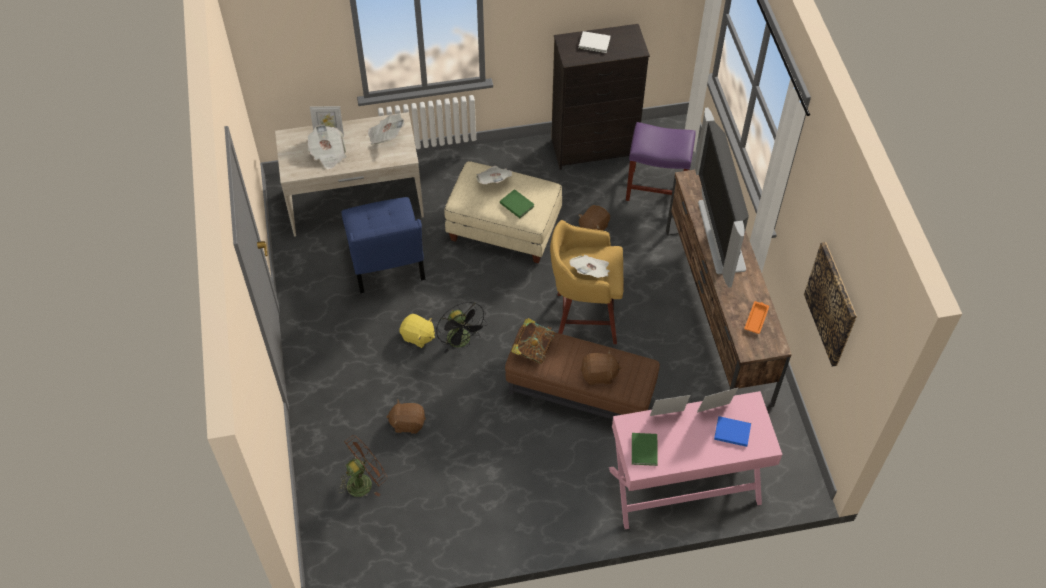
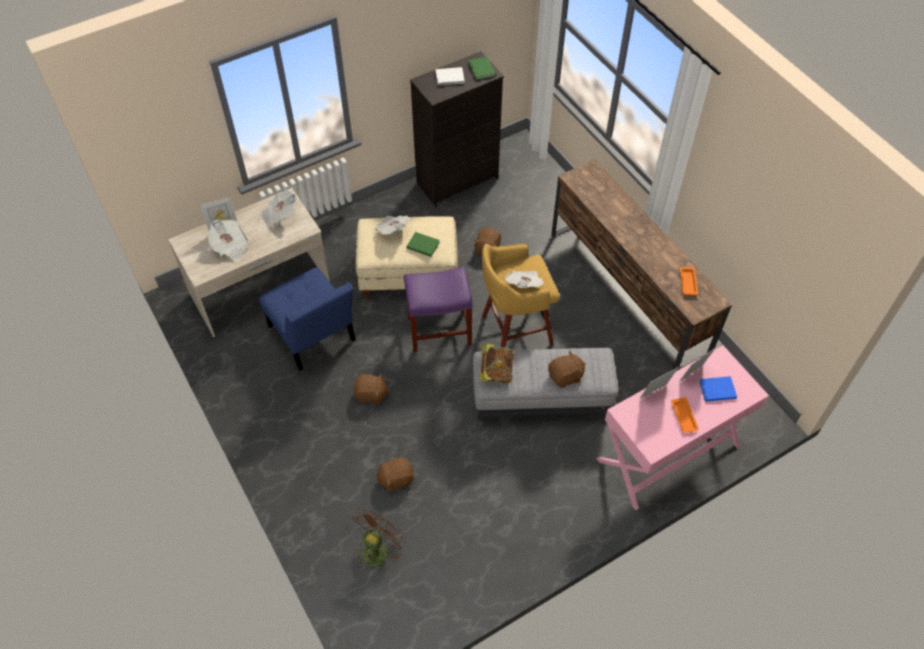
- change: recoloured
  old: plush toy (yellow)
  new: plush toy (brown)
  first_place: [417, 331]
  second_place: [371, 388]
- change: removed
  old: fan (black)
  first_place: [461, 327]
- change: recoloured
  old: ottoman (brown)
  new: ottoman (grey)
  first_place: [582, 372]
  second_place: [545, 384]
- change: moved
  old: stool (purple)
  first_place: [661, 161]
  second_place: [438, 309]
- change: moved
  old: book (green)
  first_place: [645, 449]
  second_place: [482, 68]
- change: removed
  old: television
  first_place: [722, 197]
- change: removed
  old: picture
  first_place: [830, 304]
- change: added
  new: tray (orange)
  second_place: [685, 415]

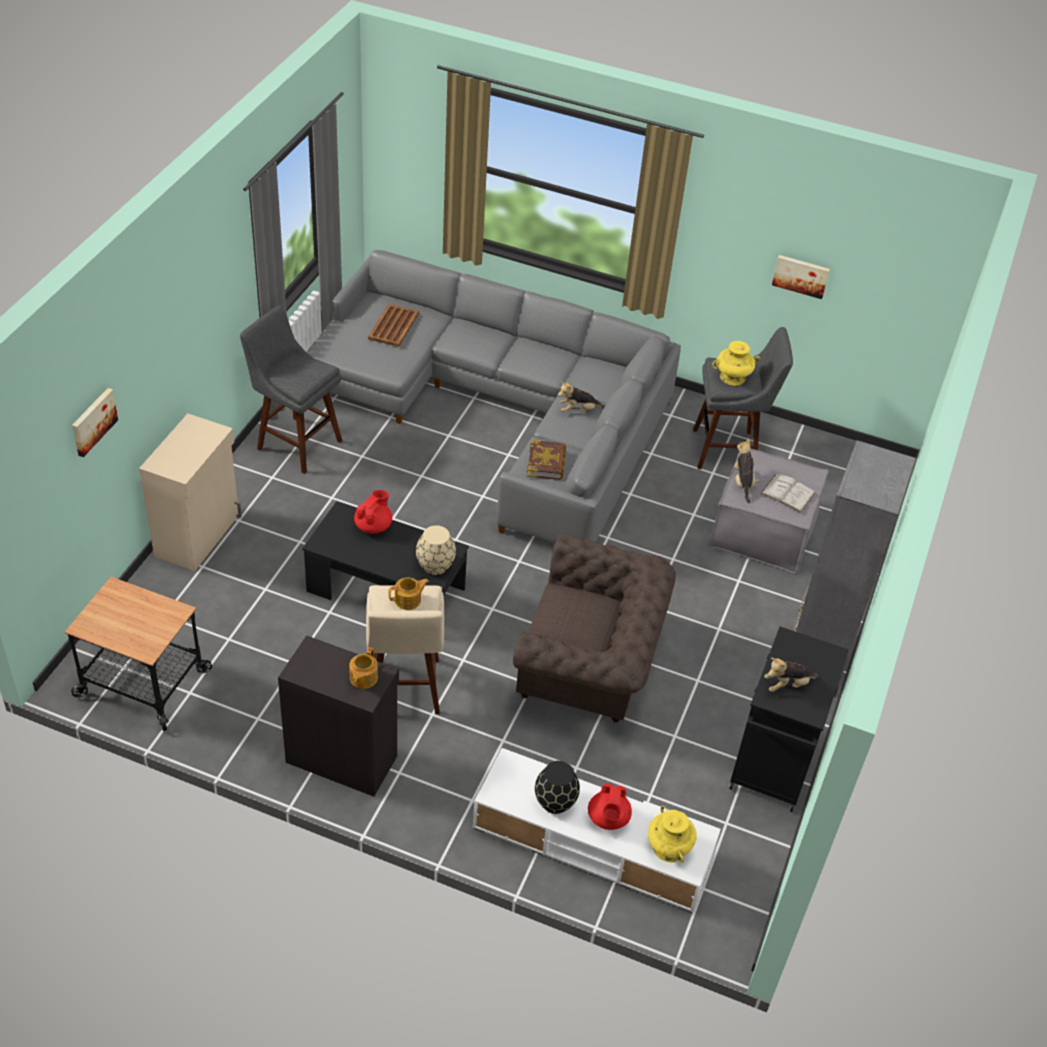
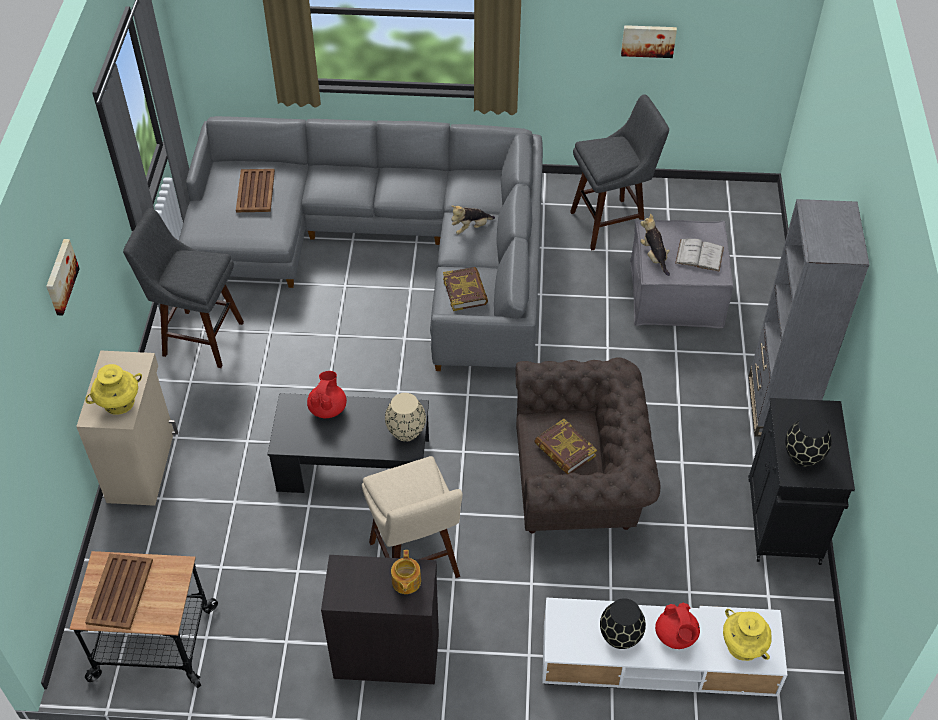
- change: moved
  old: picture
  first_place: [95, 422]
  second_place: [63, 277]
- change: removed
  old: teapot
  first_place: [408, 594]
- change: moved
  old: vase (yellow)
  first_place: [736, 363]
  second_place: [113, 389]
- change: replaced
  old: plush toy
  new: vase (black)
  first_place: [791, 675]
  second_place: [808, 440]
- change: added
  new: tray (brown)
  second_place: [119, 592]
- change: added
  new: book
  second_place: [565, 446]

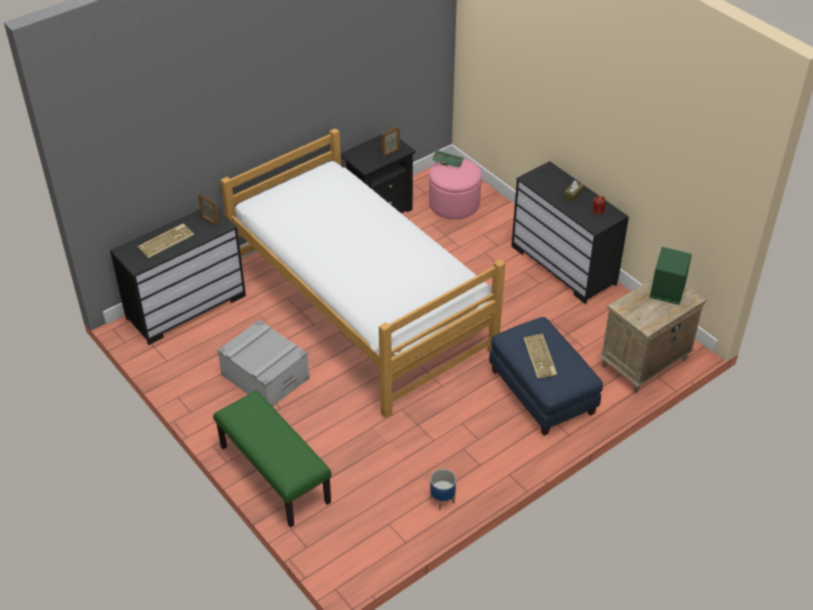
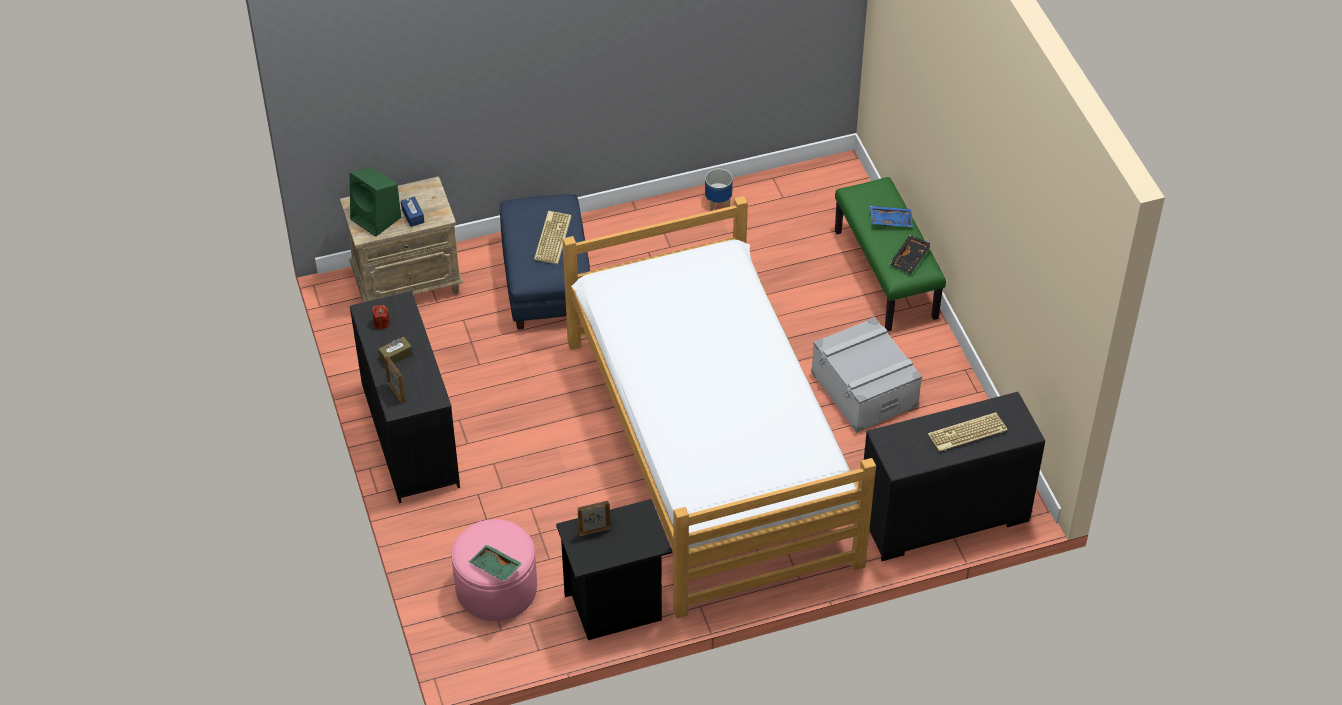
- change: moved
  old: picture frame
  first_place: [208, 209]
  second_place: [394, 379]
- change: added
  new: tissue box (blue)
  second_place: [413, 212]
- change: added
  new: tray (blue)
  second_place: [891, 216]
- change: added
  new: tray (black)
  second_place: [910, 254]

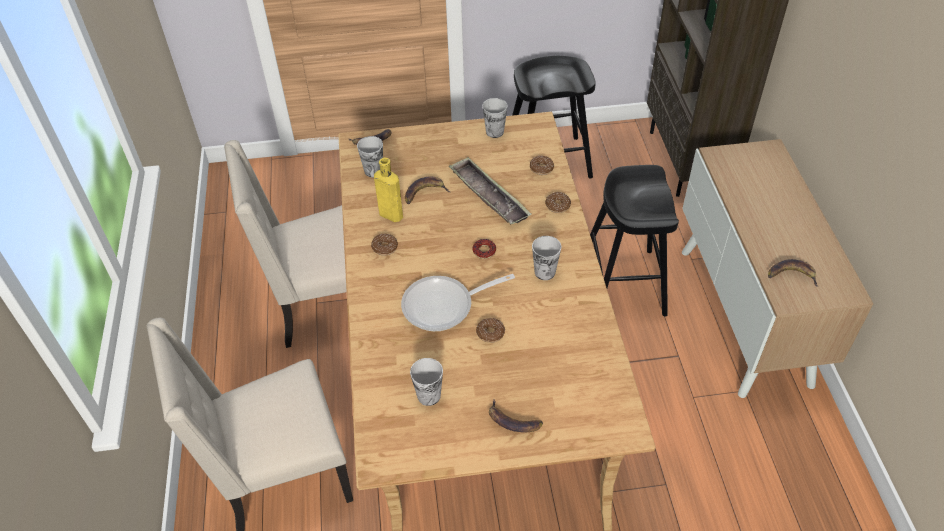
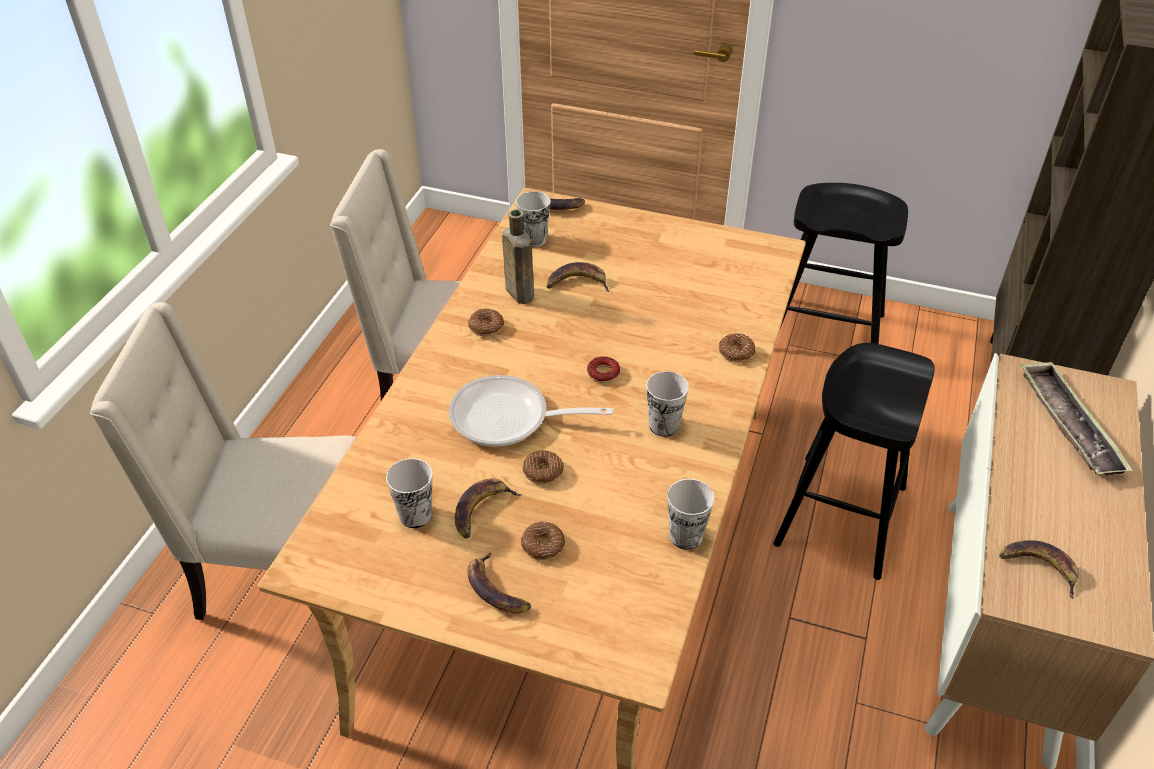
- change: recoloured
  old: bottle (yellow)
  new: bottle (brown)
  first_place: [388, 190]
  second_place: [518, 256]
- change: moved
  old: tray
  first_place: [490, 190]
  second_place: [1076, 418]
- change: moved
  old: cup
  first_place: [495, 118]
  second_place: [690, 514]
- change: moved
  old: donut
  first_place: [542, 165]
  second_place: [543, 541]
- change: added
  new: banana
  second_place: [488, 508]

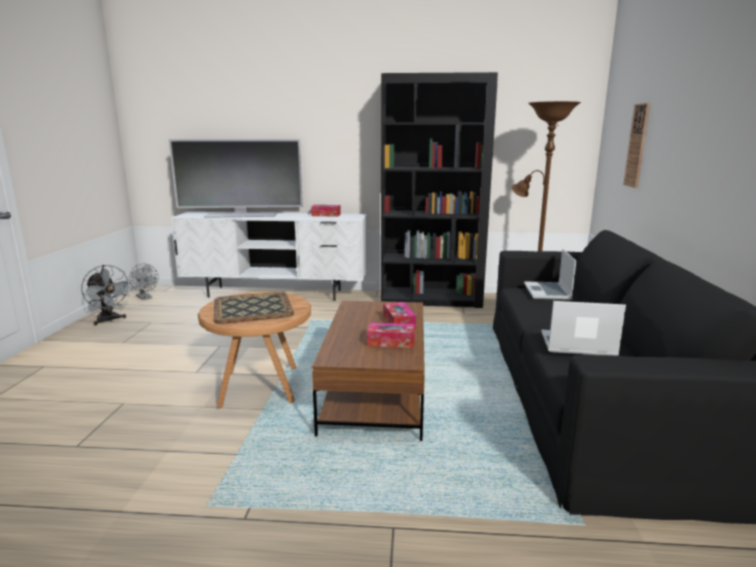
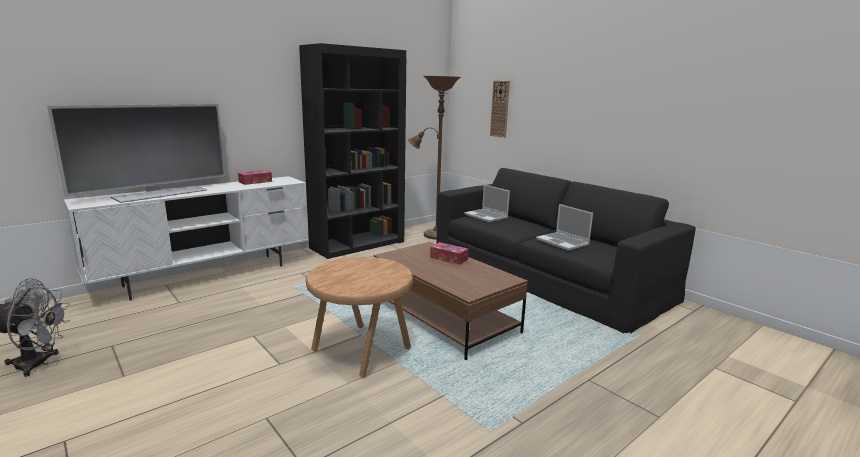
- change: removed
  old: tray
  first_place: [254, 308]
- change: removed
  old: tissue box
  first_place: [391, 335]
- change: turned
  old: laptop
  first_place: [583, 328]
  second_place: [564, 227]
  degrees: -90

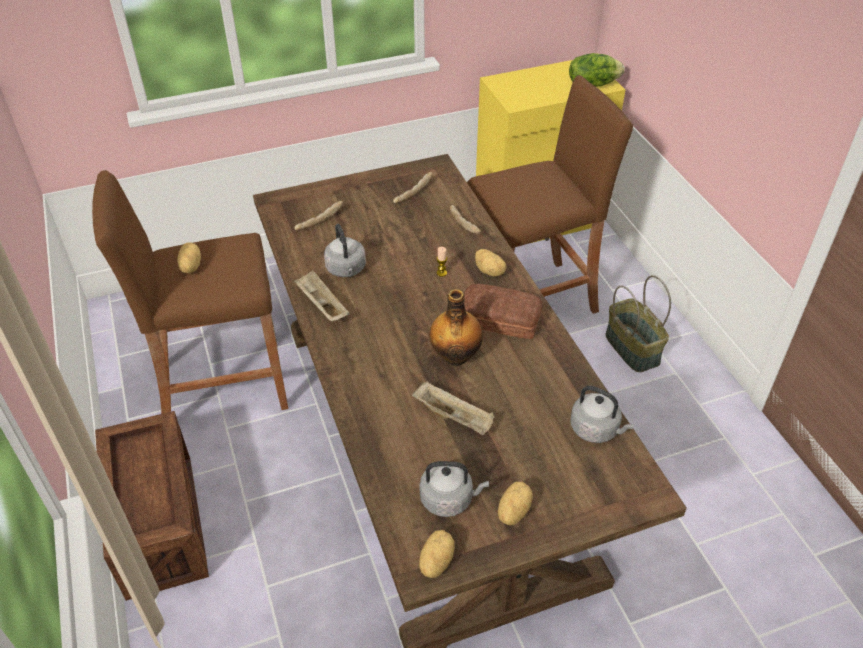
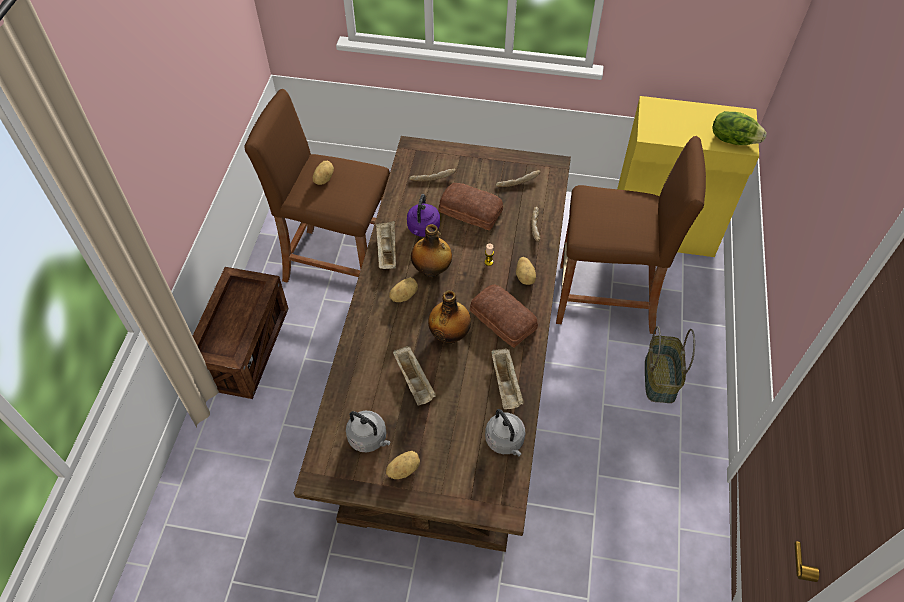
- change: recoloured
  old: kettle (grey)
  new: kettle (purple)
  first_place: [345, 250]
  second_place: [423, 215]
- change: moved
  old: potato
  first_place: [437, 554]
  second_place: [403, 290]
- change: added
  new: bottle
  second_place: [431, 250]
- change: added
  new: bread
  second_place: [471, 206]
- change: added
  new: tray (beige)
  second_place: [507, 378]

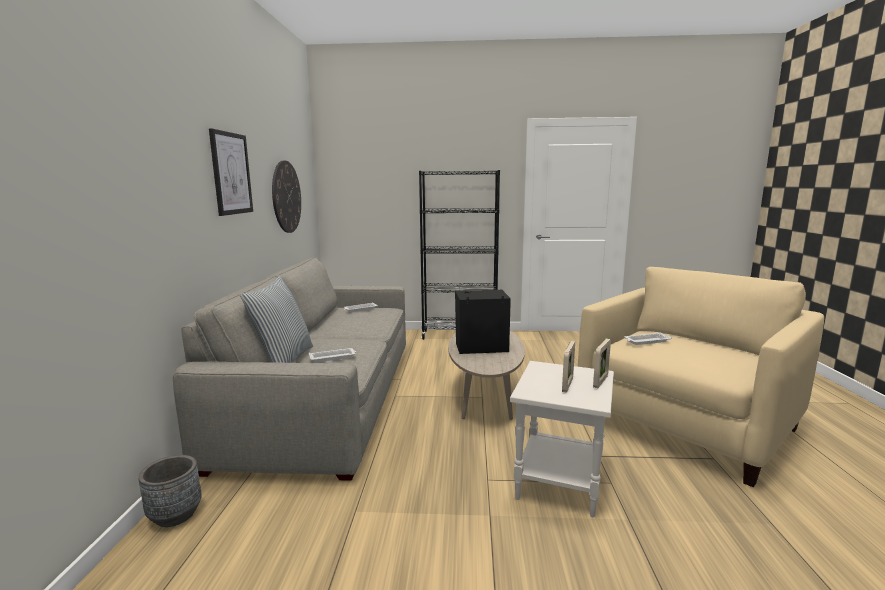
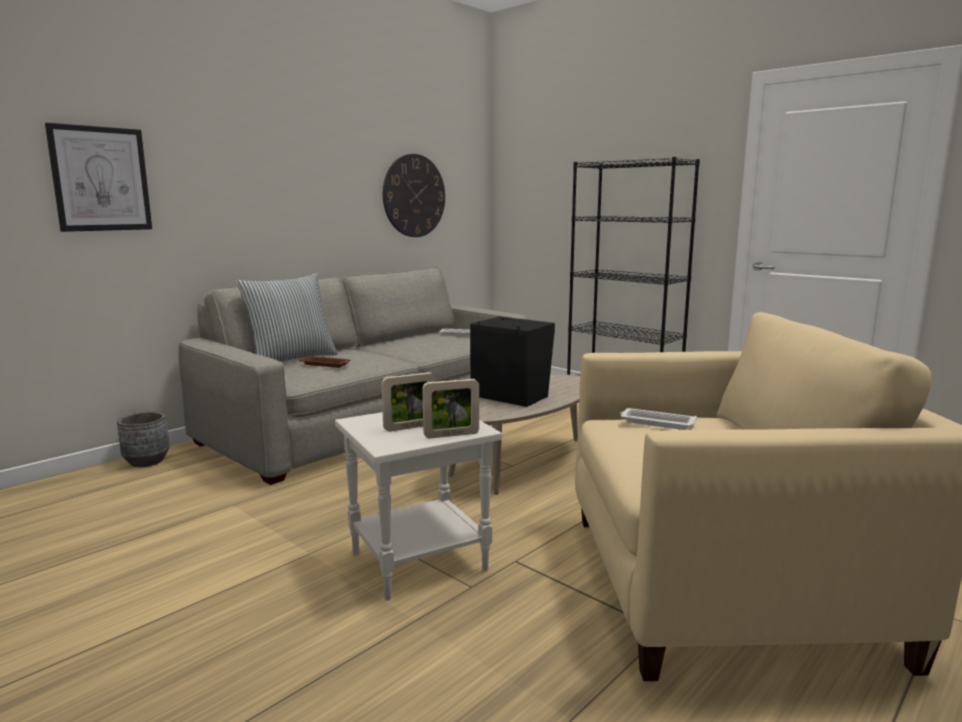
- change: moved
  old: picture
  first_place: [231, 172]
  second_place: [98, 177]
- change: recoloured
  old: tray (white)
  new: tray (brown)
  first_place: [332, 355]
  second_place: [325, 362]

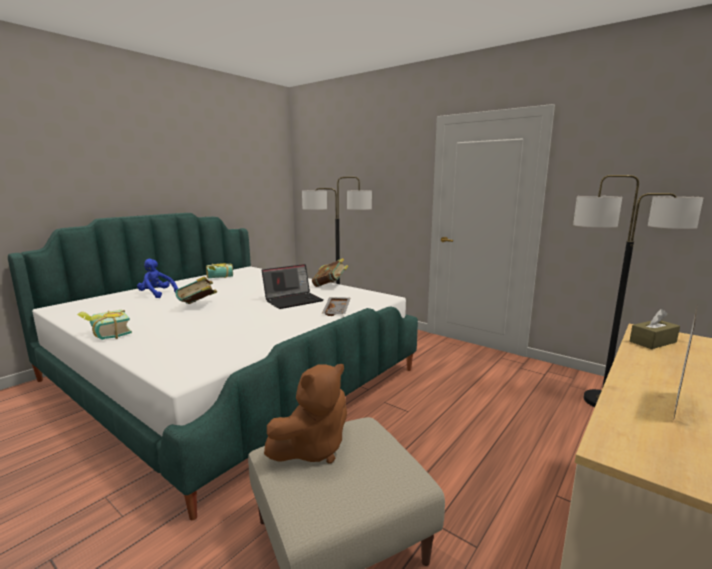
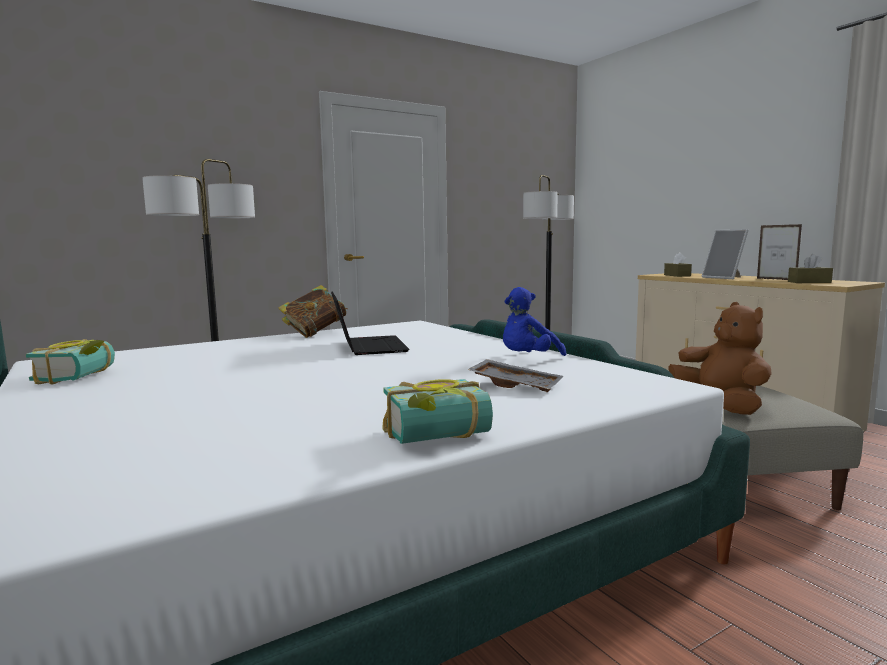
- change: moved
  old: plush toy (blue)
  first_place: [157, 278]
  second_place: [534, 321]
- change: removed
  old: book
  first_place: [196, 290]
- change: moved
  old: tray (grey)
  first_place: [336, 306]
  second_place: [515, 375]
- change: added
  new: picture frame
  second_place: [725, 254]
- change: added
  new: tissue box (brown)
  second_place: [810, 268]

